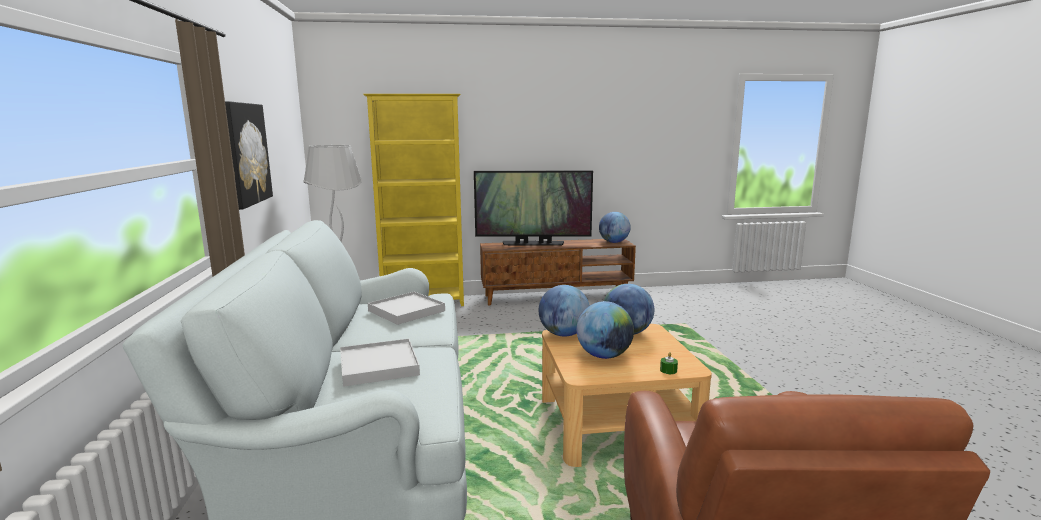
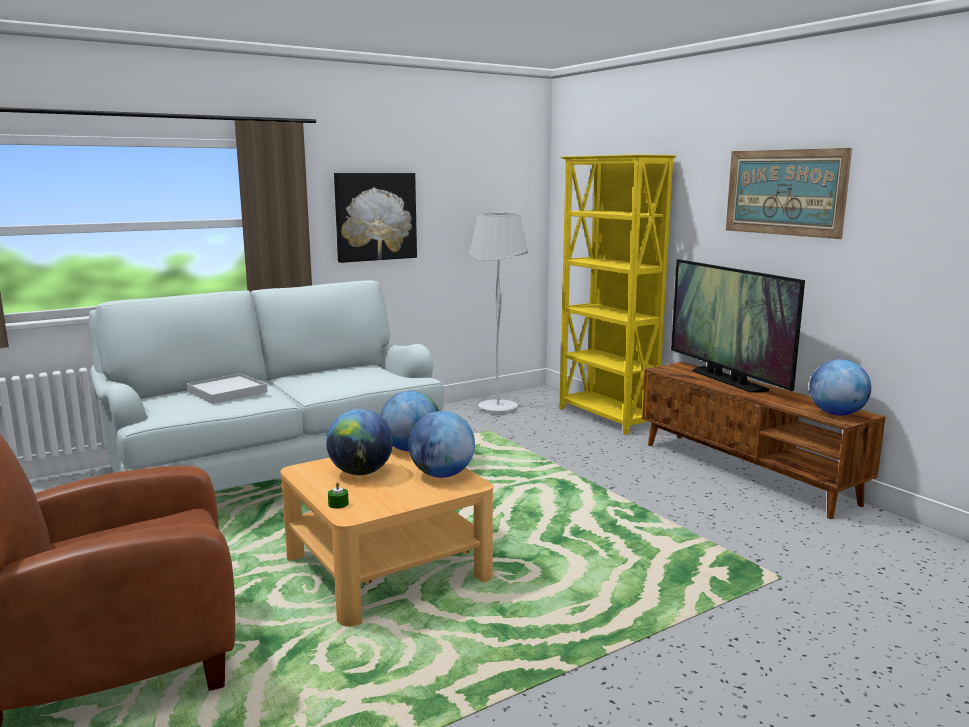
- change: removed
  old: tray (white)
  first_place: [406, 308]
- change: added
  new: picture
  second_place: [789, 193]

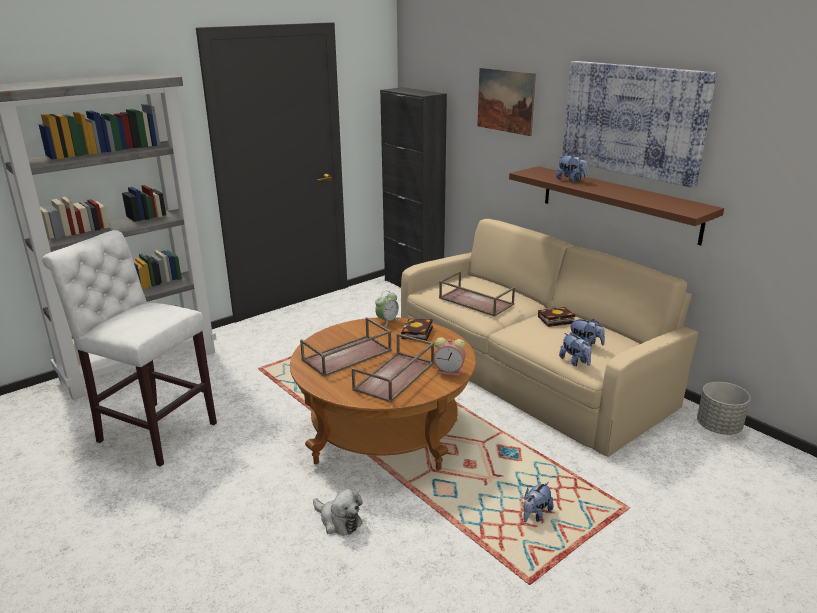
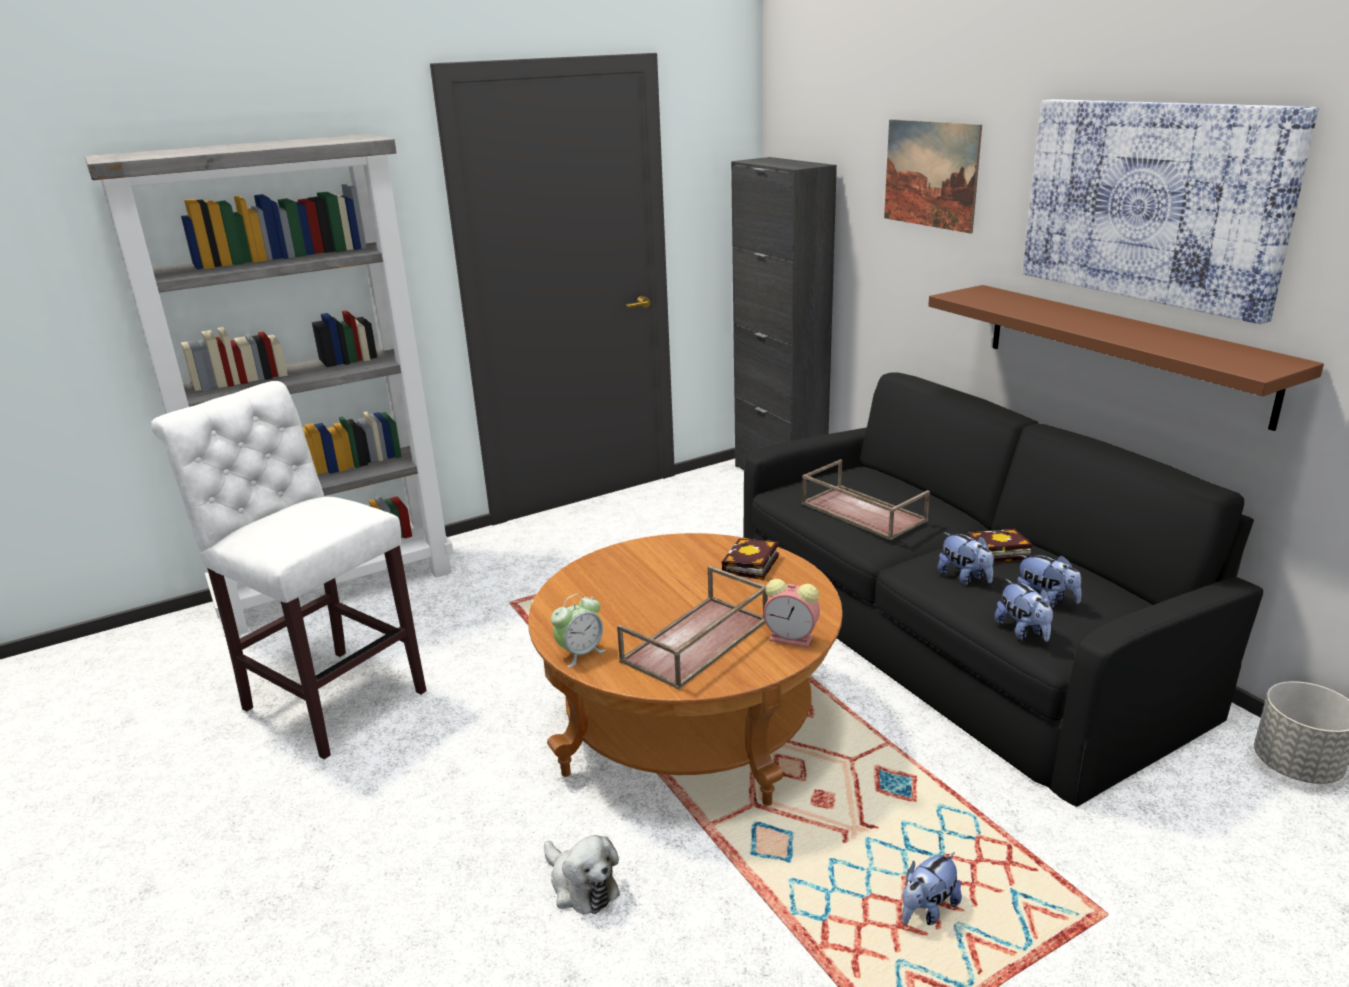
- change: removed
  old: tray (brown)
  first_place: [346, 347]
- change: moved
  old: alarm clock
  first_place: [387, 309]
  second_place: [578, 631]
- change: recoloured
  old: sofa (beige)
  new: sofa (black)
  first_place: [549, 338]
  second_place: [1003, 589]
- change: moved
  old: plush toy
  first_place: [572, 168]
  second_place: [966, 558]

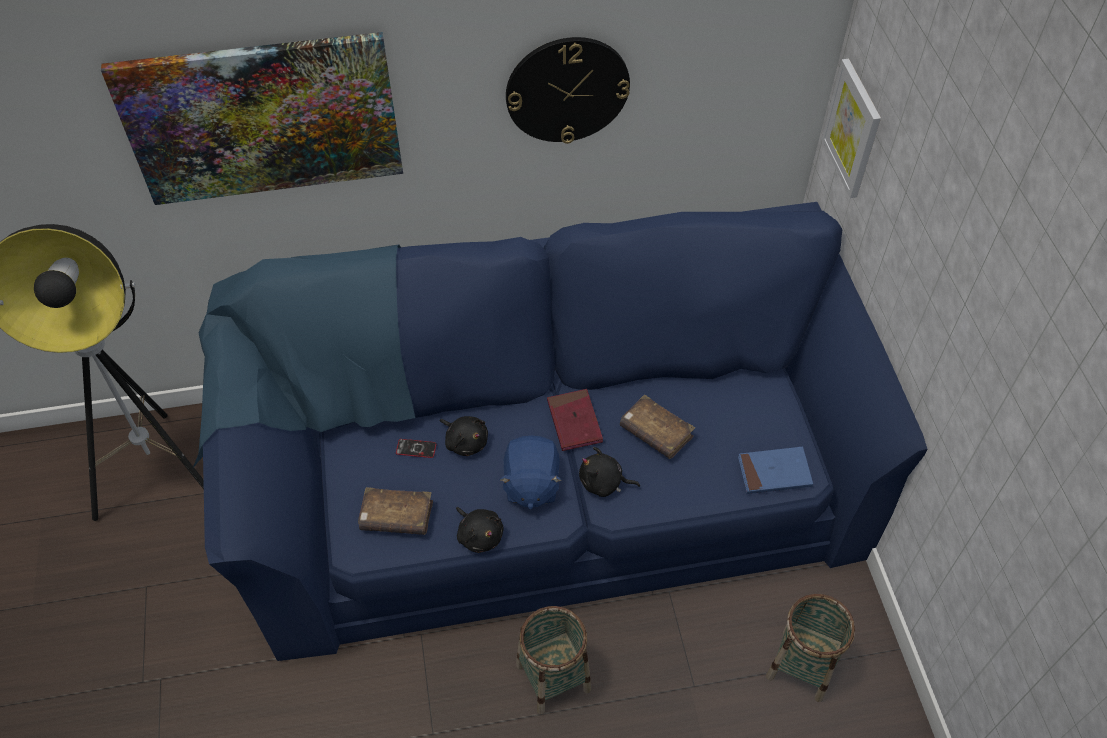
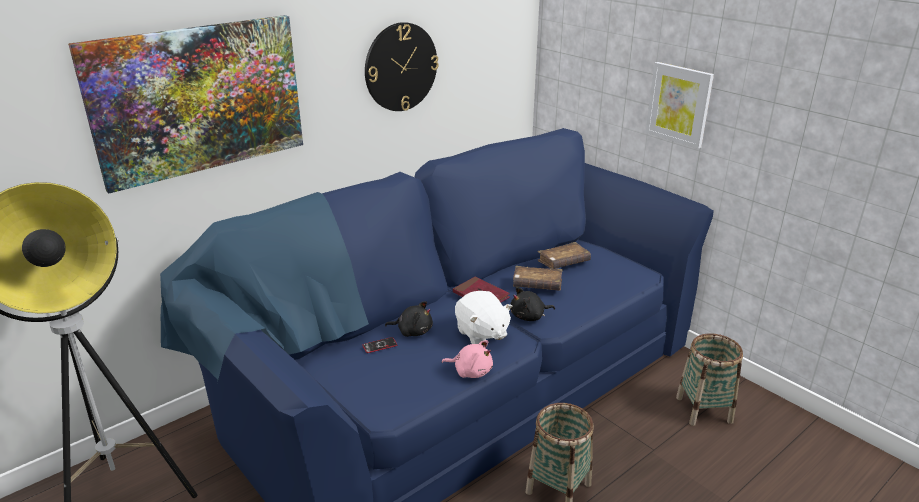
- change: moved
  old: book (brown)
  first_place: [395, 511]
  second_place: [564, 255]
- change: recoloured
  old: plush toy (black)
  new: plush toy (pink)
  first_place: [480, 530]
  second_place: [467, 359]
- change: recoloured
  old: plush toy (blue)
  new: plush toy (white)
  first_place: [530, 473]
  second_place: [484, 317]
- change: removed
  old: book (blue)
  first_place: [775, 470]
- change: moved
  old: picture
  first_place: [851, 128]
  second_place: [679, 105]

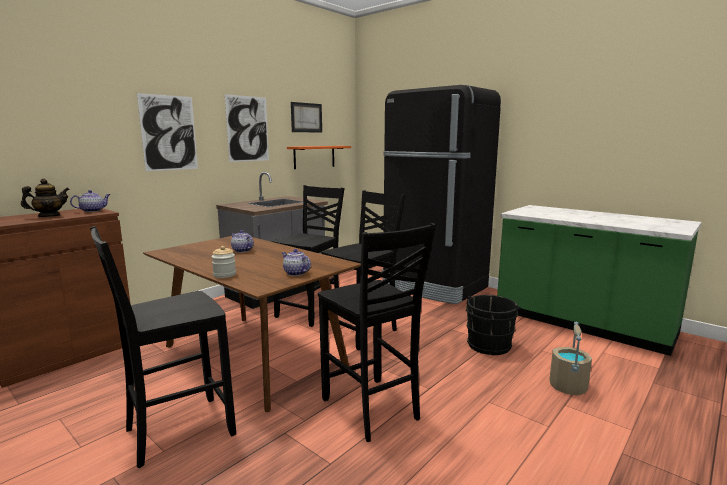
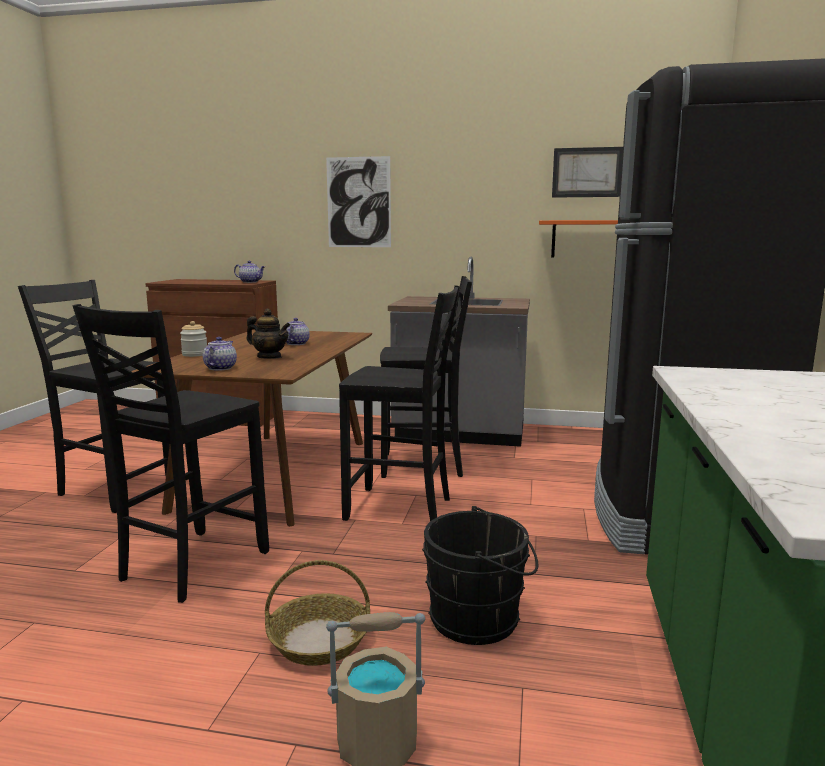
- change: moved
  old: teapot
  first_place: [45, 198]
  second_place: [268, 334]
- change: removed
  old: picture
  first_place: [247, 128]
- change: added
  new: basket
  second_place: [317, 613]

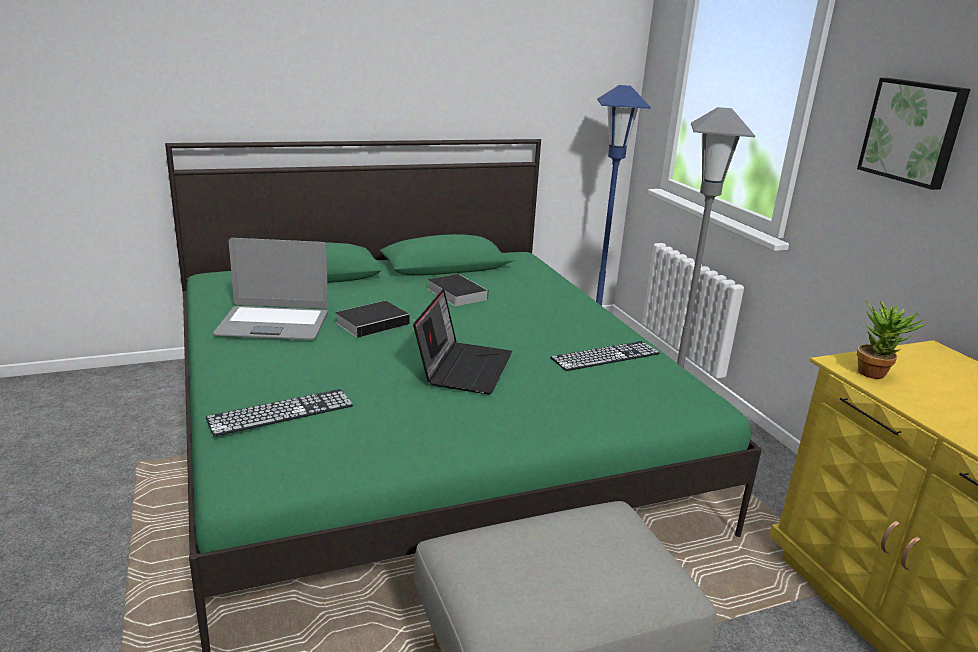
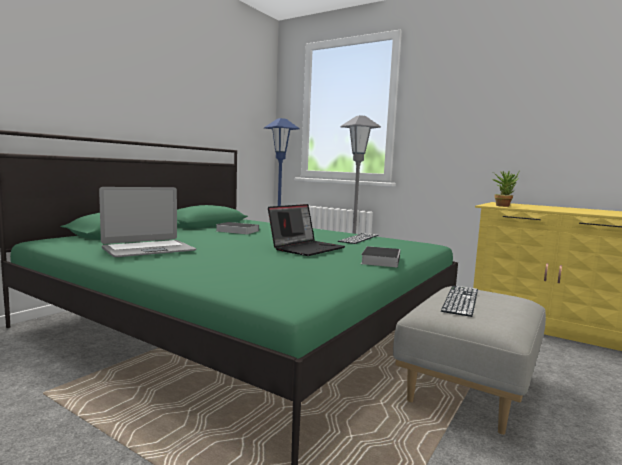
- change: moved
  old: keyboard
  first_place: [279, 413]
  second_place: [459, 301]
- change: moved
  old: book
  first_place: [375, 319]
  second_place: [380, 256]
- change: turned
  old: laptop
  first_place: [462, 342]
  second_place: [306, 230]
  degrees: 60
- change: removed
  old: picture
  first_place: [914, 134]

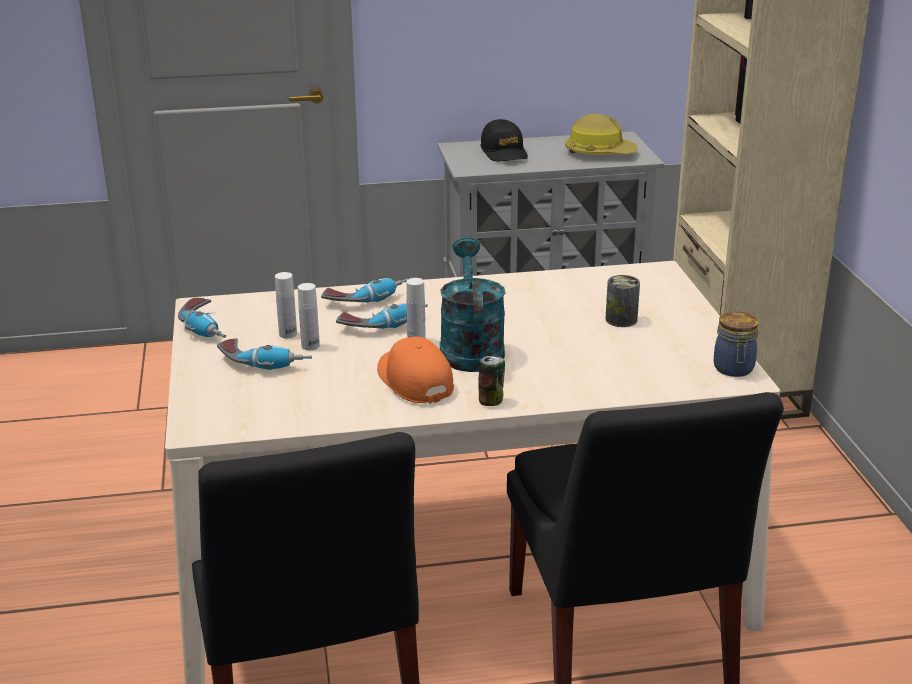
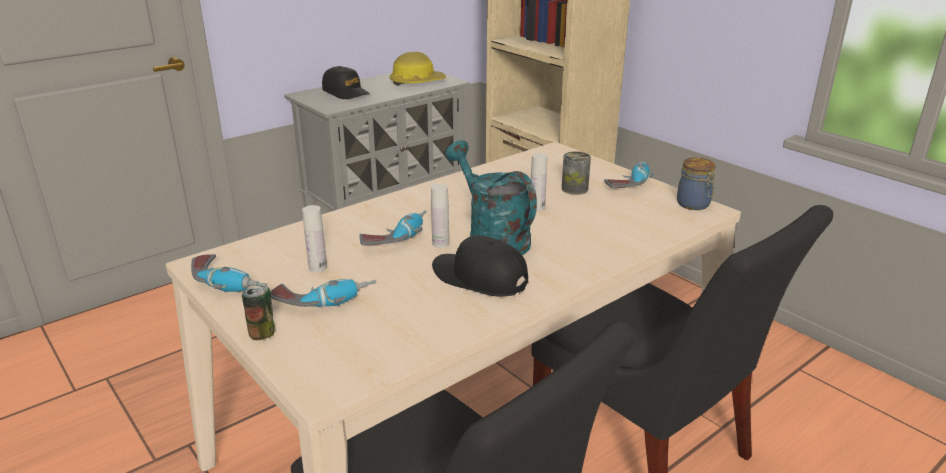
- change: moved
  old: bottle (white)
  first_place: [309, 317]
  second_place: [539, 182]
- change: moved
  old: power drill
  first_place: [364, 290]
  second_place: [628, 174]
- change: recoloured
  old: cap (orange)
  new: cap (black)
  first_place: [415, 370]
  second_place: [480, 266]
- change: moved
  old: can
  first_place: [491, 381]
  second_place: [258, 312]

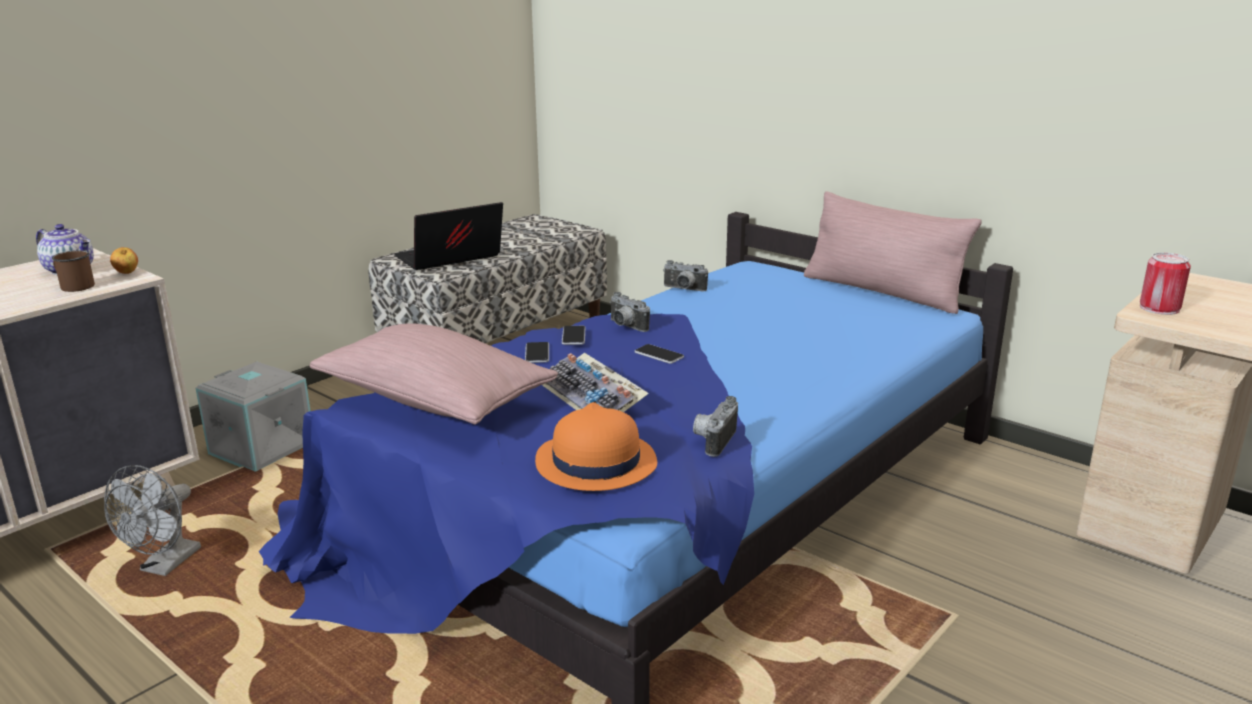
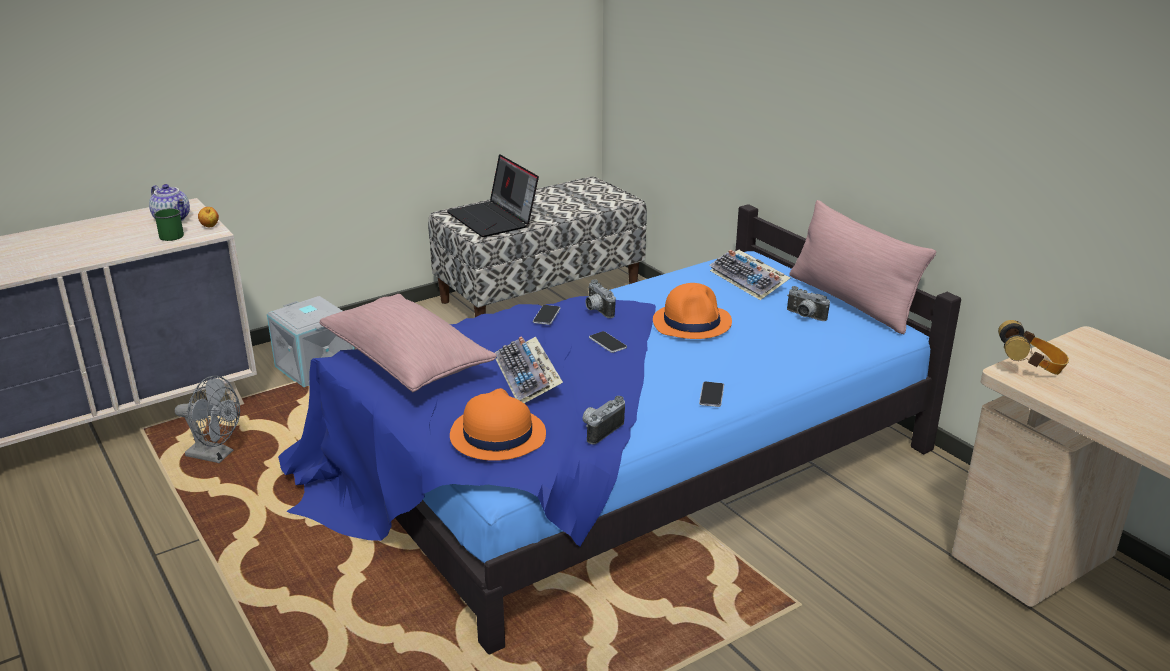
- change: recoloured
  old: mug (brown)
  new: mug (green)
  first_place: [73, 271]
  second_place: [169, 224]
- change: turned
  old: fan (grey)
  first_place: [152, 520]
  second_place: [207, 419]
  degrees: -105
- change: turned
  old: laptop
  first_place: [448, 236]
  second_place: [493, 195]
  degrees: -105
- change: moved
  old: phone
  first_place: [537, 352]
  second_place: [711, 394]
- change: moved
  old: photo camera
  first_place: [685, 275]
  second_place: [808, 303]
- change: replaced
  old: can
  new: headphones
  first_place: [1165, 283]
  second_place: [1033, 347]
- change: added
  new: hat (orange)
  second_place: [692, 311]
- change: added
  new: keyboard
  second_place: [750, 274]

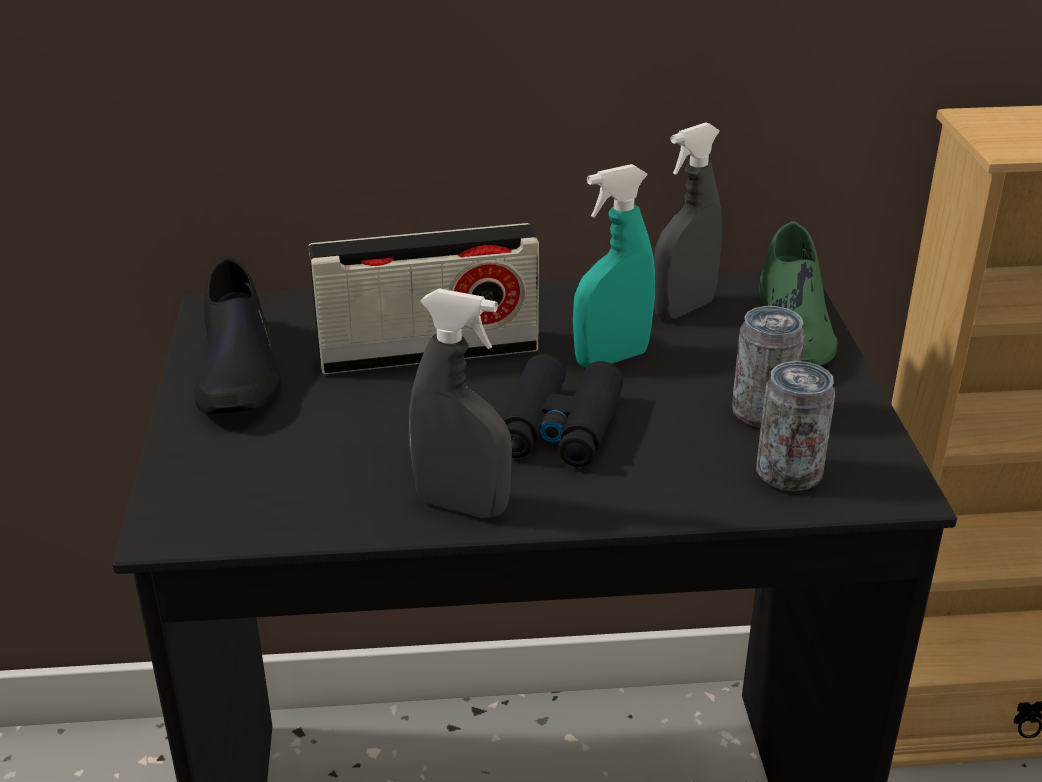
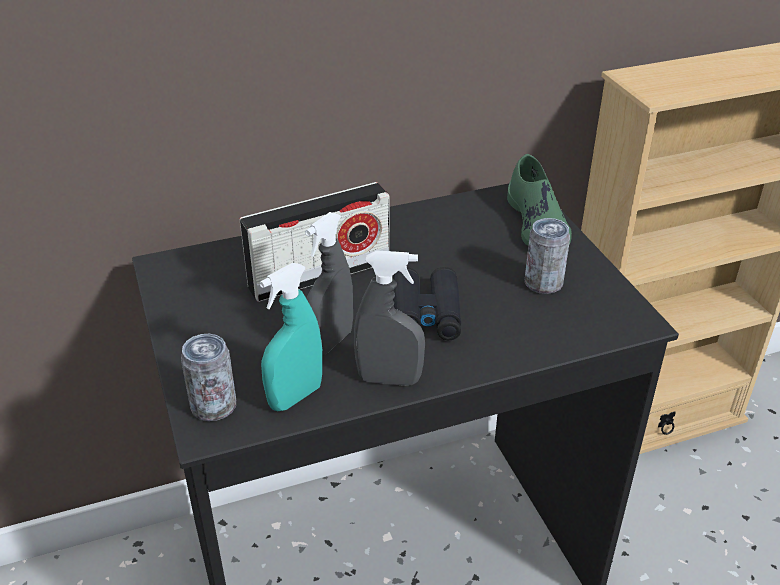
- change: removed
  old: shoe (black)
  first_place: [237, 335]
- change: moved
  old: spray bottle (turquoise)
  first_place: [614, 266]
  second_place: [290, 337]
- change: moved
  old: spray bottle (grey)
  first_place: [688, 220]
  second_place: [329, 283]
- change: moved
  old: can
  first_place: [795, 426]
  second_place: [208, 377]

